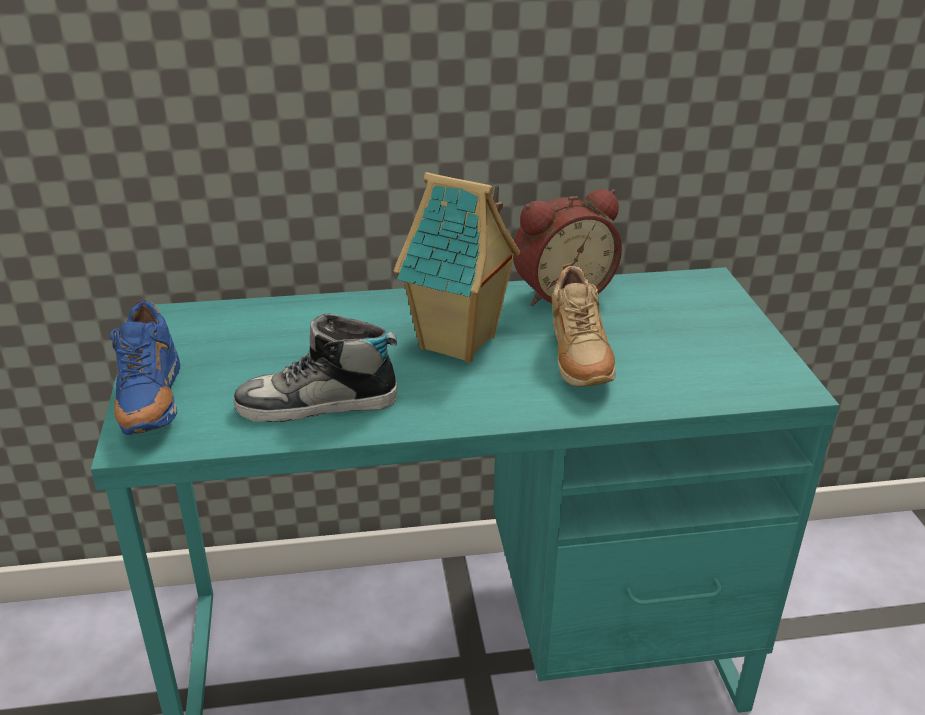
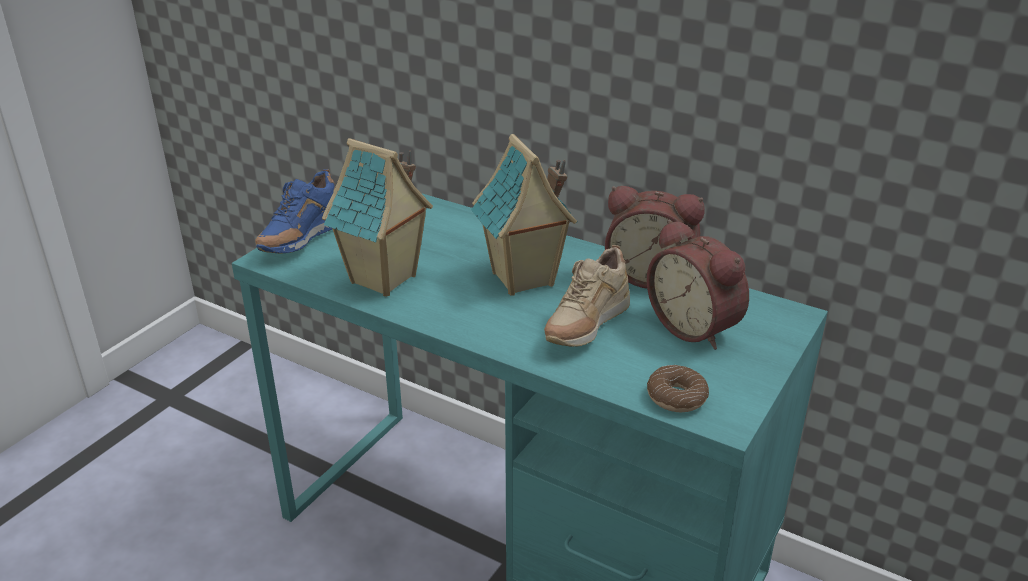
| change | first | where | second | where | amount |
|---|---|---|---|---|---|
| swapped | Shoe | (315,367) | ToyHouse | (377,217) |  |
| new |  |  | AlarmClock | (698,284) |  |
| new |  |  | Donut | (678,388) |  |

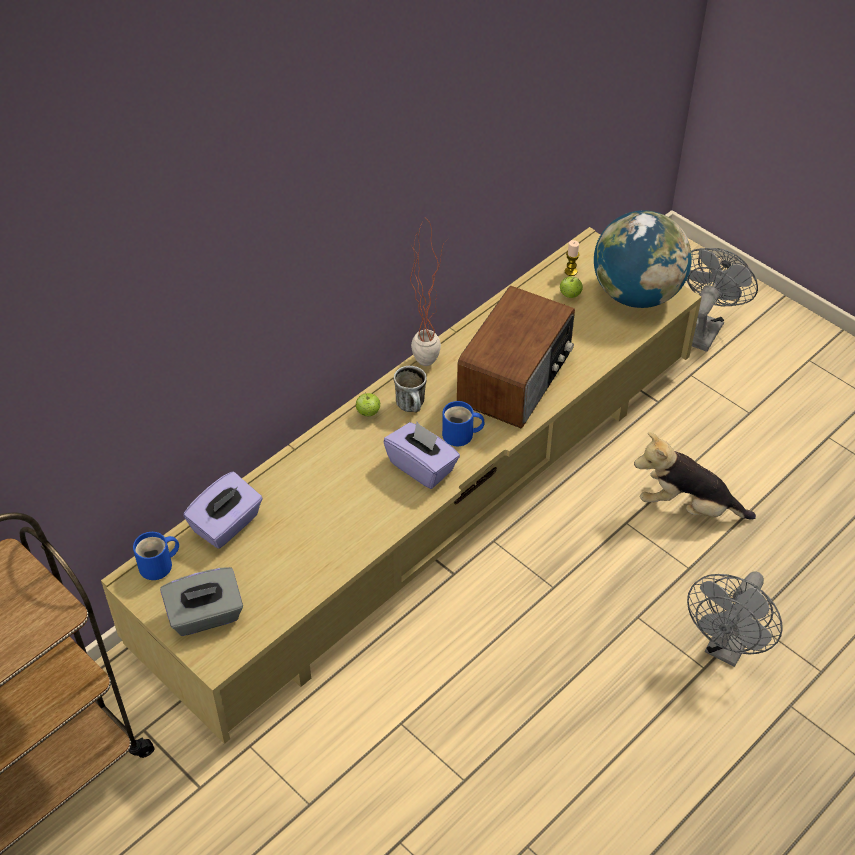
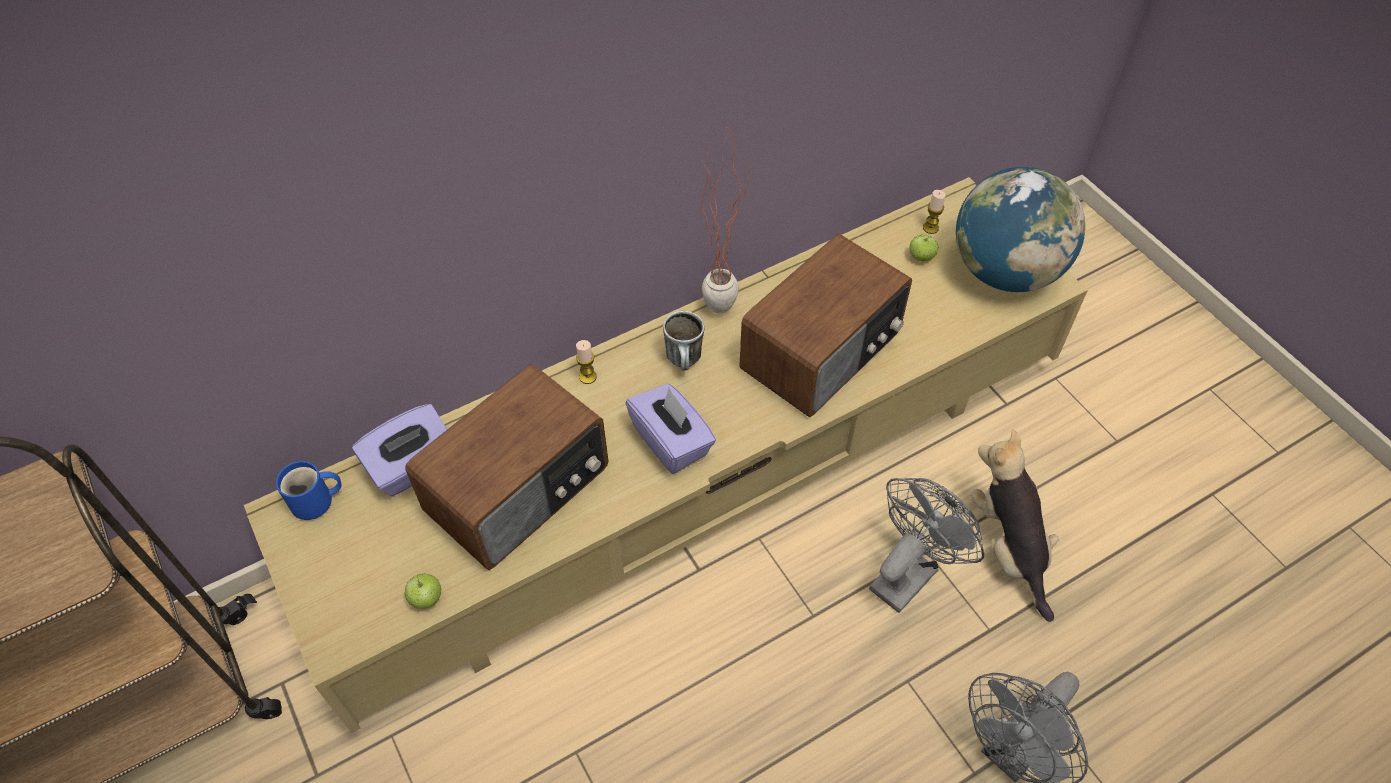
| change | first | where | second | where | amount |
|---|---|---|---|---|---|
| gone | GreyTissueBox | (201,601) |  |  |  |
| shifted | Apple | (367,404) |  | (423,591) |  |
| gone | BlueMug | (463,423) |  |  |  |
| rotated | PlushToy | (695,476) |  | (1014,525) | 45 degrees clockwise |
| shifted | GreyFan | (722,300) |  | (926,545) |  |
| new |  |  | Radio | (506,467) |  |
| new |  |  | Candle | (586,362) |  |

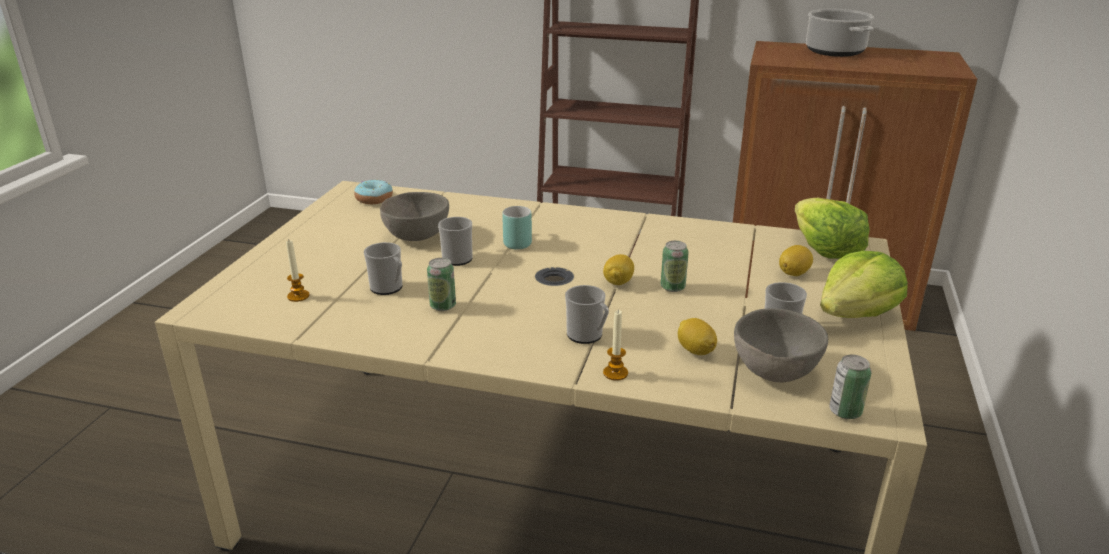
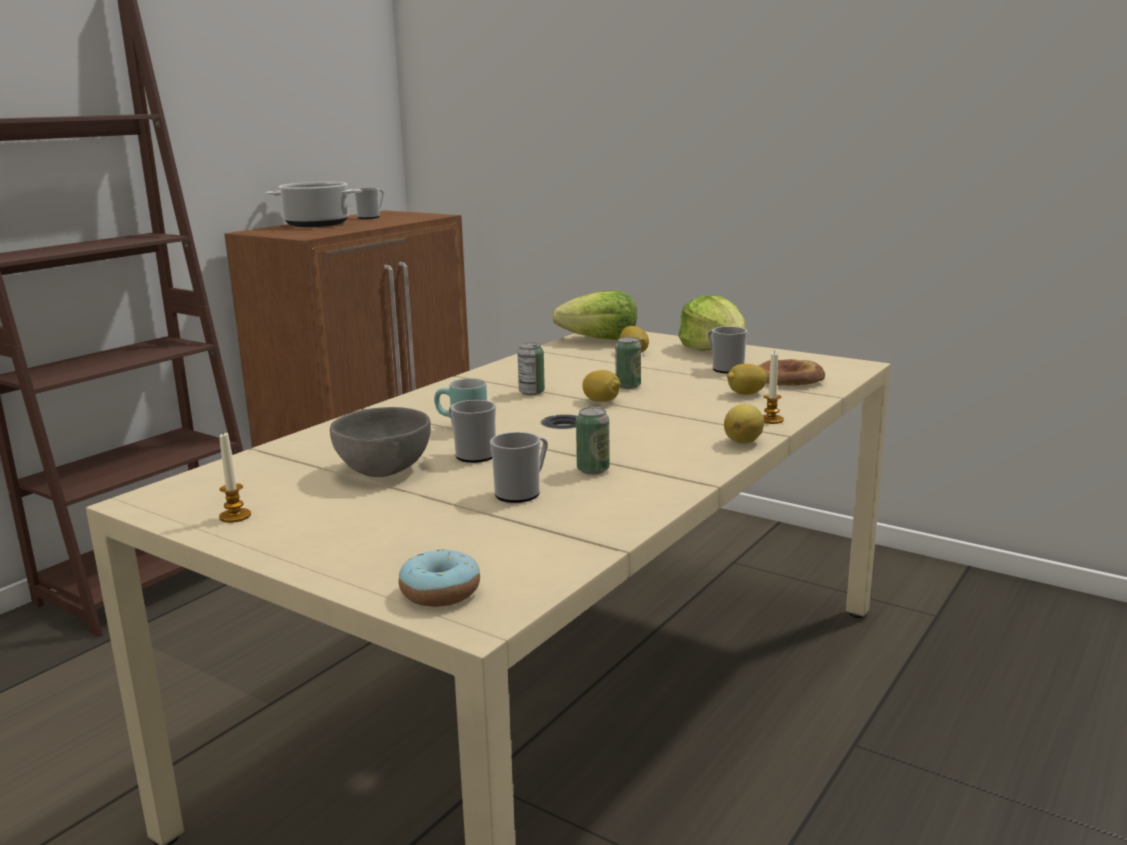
| change | first | where | second | where | amount |
|---|---|---|---|---|---|
| shifted | Candle | (297,271) |  | (235,477) |  |
| shifted | Donut | (373,191) |  | (439,578) |  |
| shifted | Mug | (587,314) |  | (369,203) |  |
| swapped | GreyBowl | (781,345) | Bread | (791,372) |  |
| shifted | Can | (850,387) |  | (531,369) |  |
| new |  |  | Lemon | (744,424) |  |

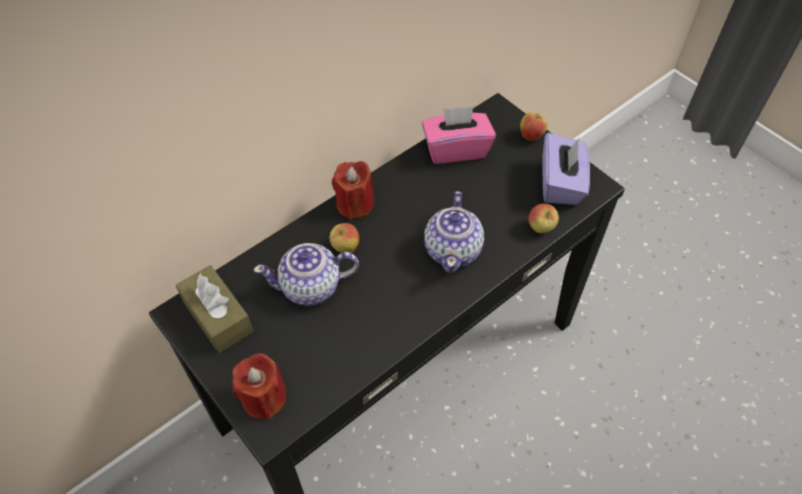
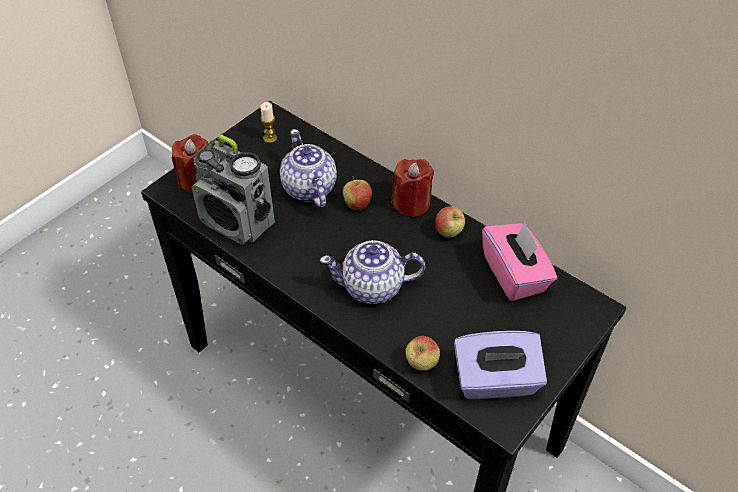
| change | first | where | second | where | amount |
|---|---|---|---|---|---|
| swapped | BrownTissueBox | (214,309) | Candle | (268,122) |  |
| shifted | Apple | (534,125) |  | (450,222) |  |
| new |  |  | Radio | (233,190) |  |

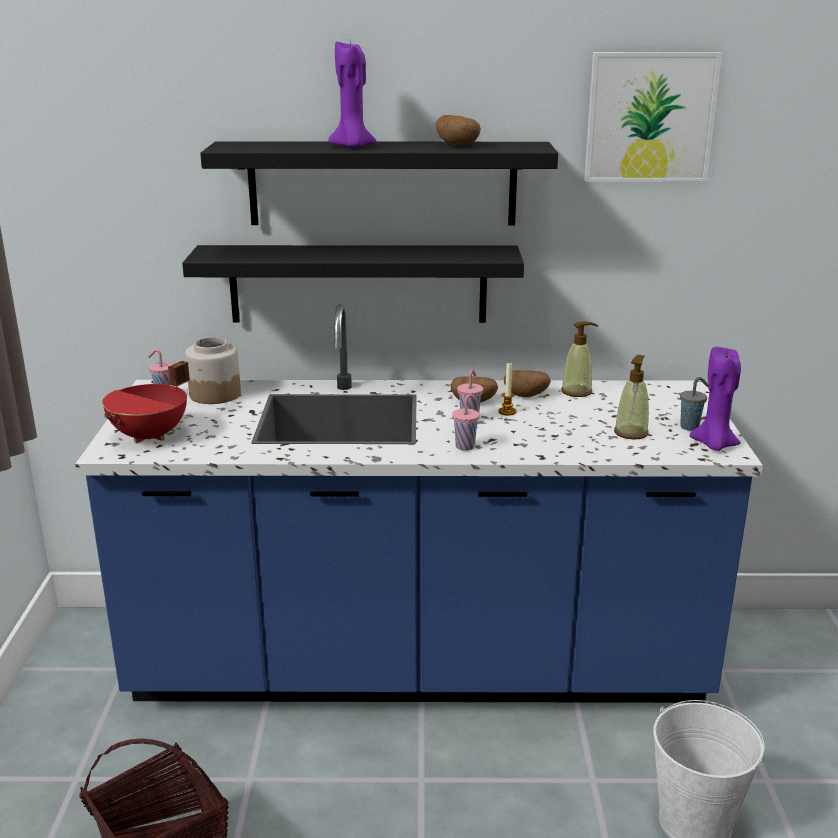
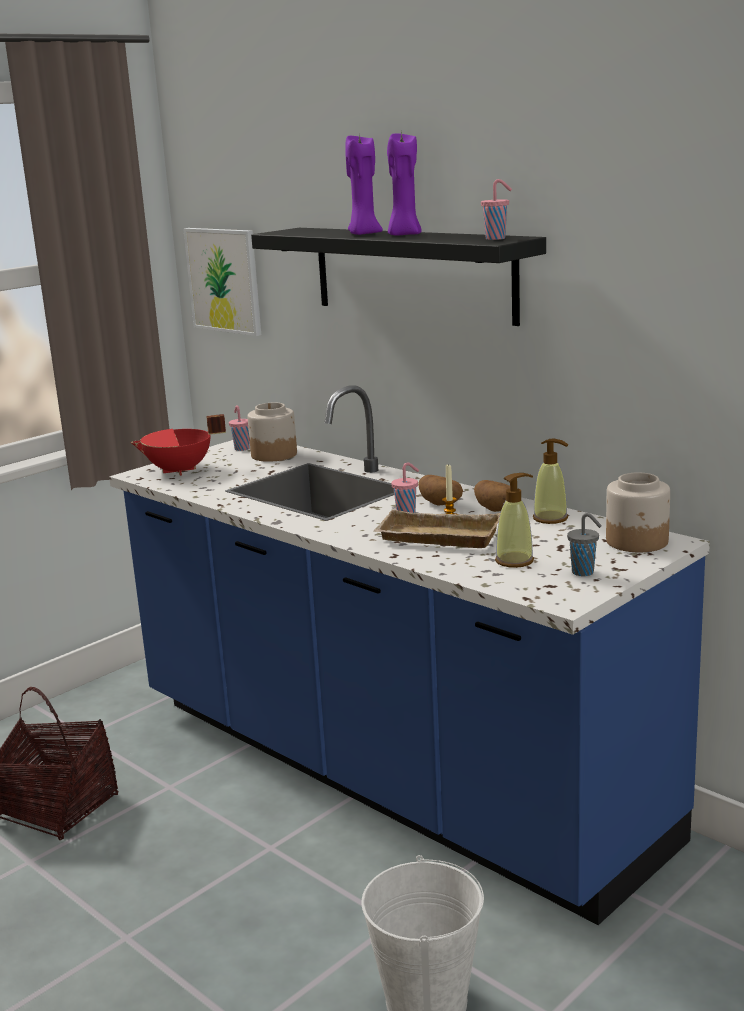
| change | first | where | second | where | amount |
|---|---|---|---|---|---|
| gone | BlackShelf | (353,284) |  |  |  |
| gone | Potato | (458,130) |  |  |  |
| shifted | PinkCup | (466,422) |  | (496,209) |  |
| shifted | Picture | (653,117) |  | (222,282) |  |
| shifted | PurpleCandle | (715,399) |  | (404,183) |  |
| new |  |  | BeigeTray | (436,528) |  |
| new |  |  | Jar | (638,512) |  |

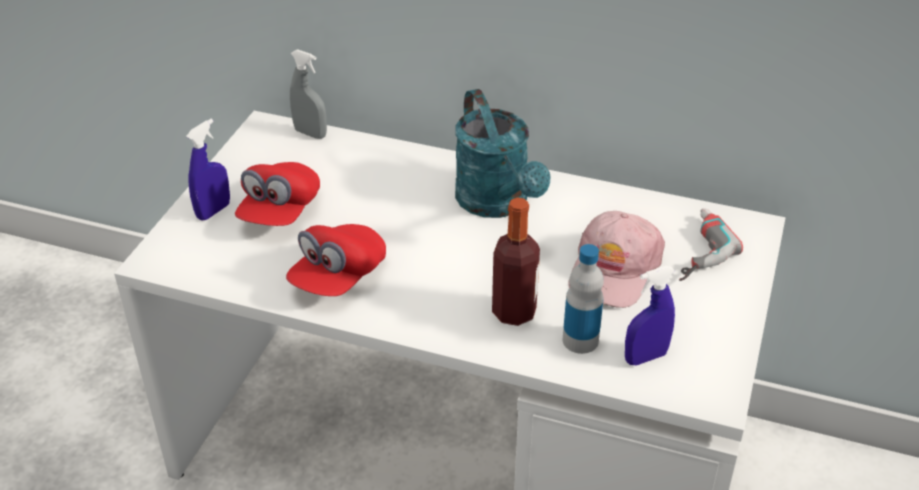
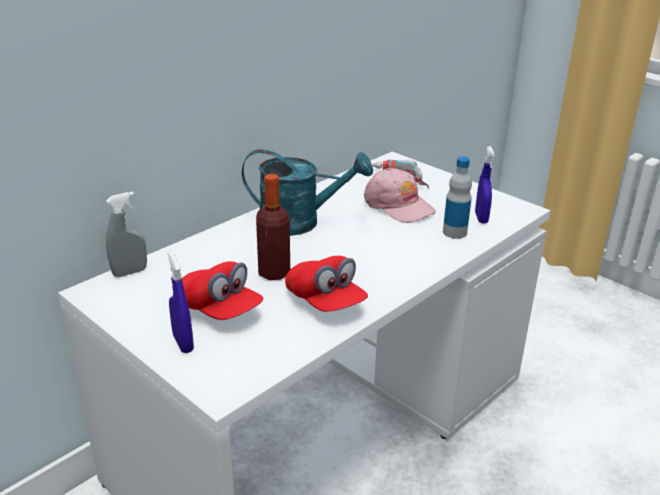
| change | first | where | second | where | amount |
|---|---|---|---|---|---|
| shifted | Bottle | (516,262) |  | (273,227) |  |

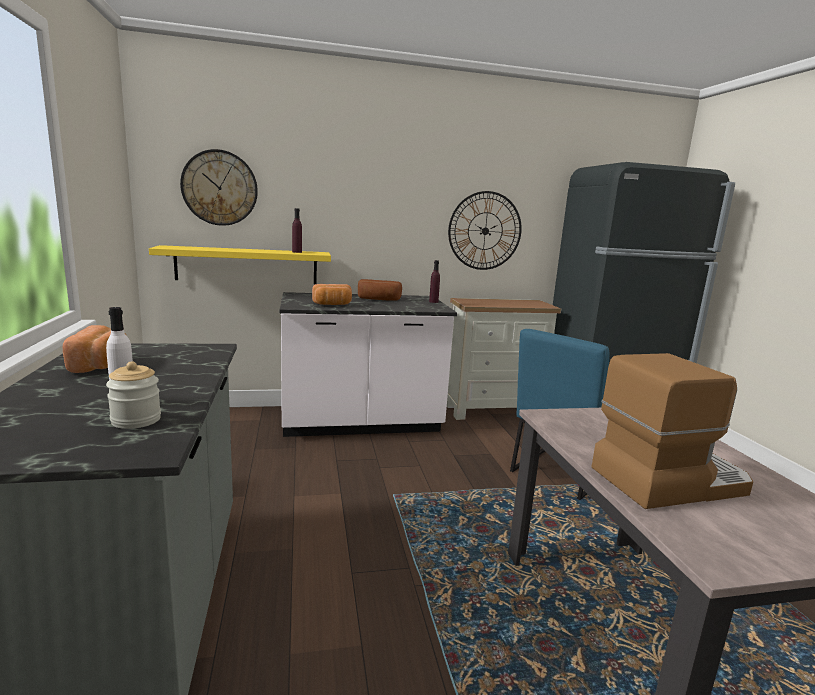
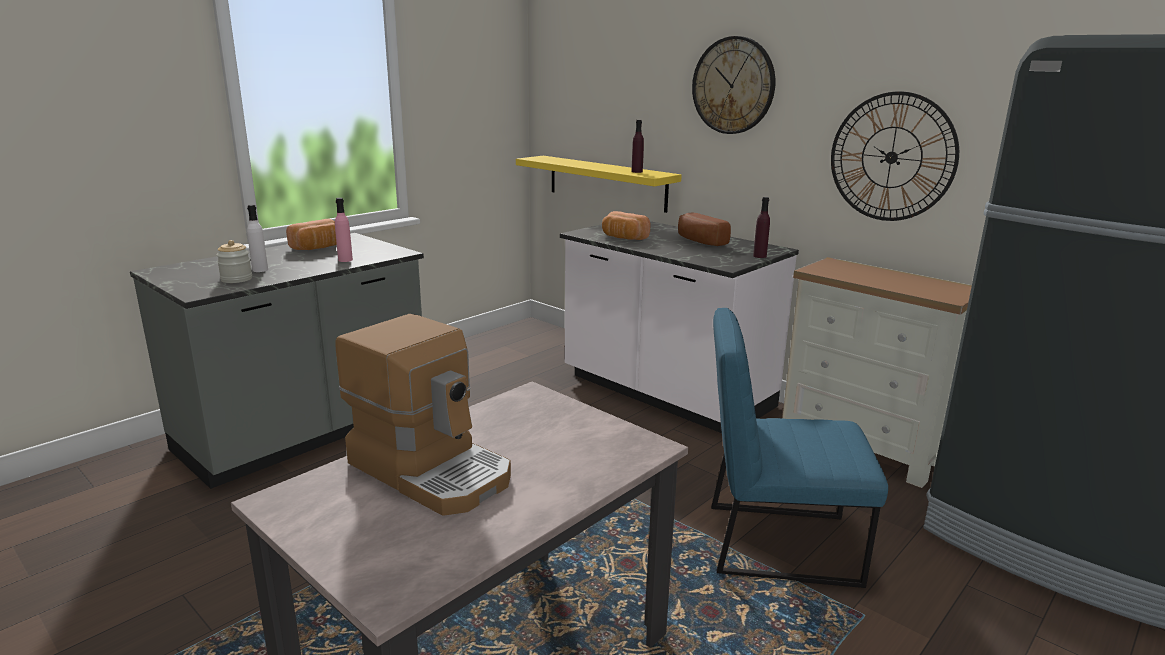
| change | first | where | second | where | amount |
|---|---|---|---|---|---|
| shifted | WallClock | (219,187) |  | (733,85) |  |
| new |  |  | PinkBottle | (344,230) |  |

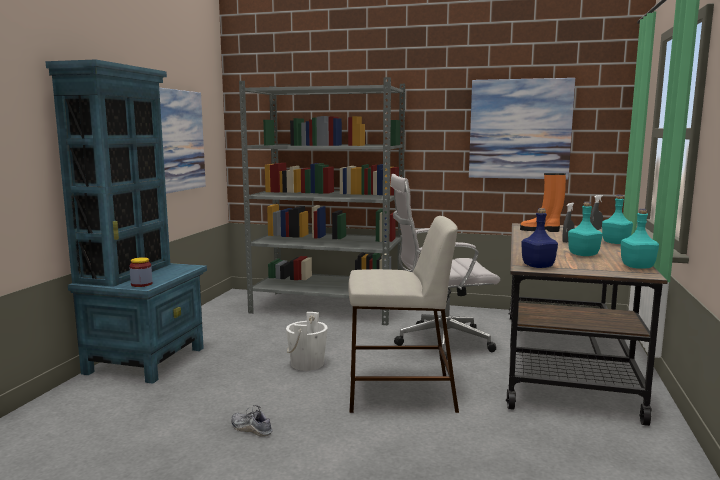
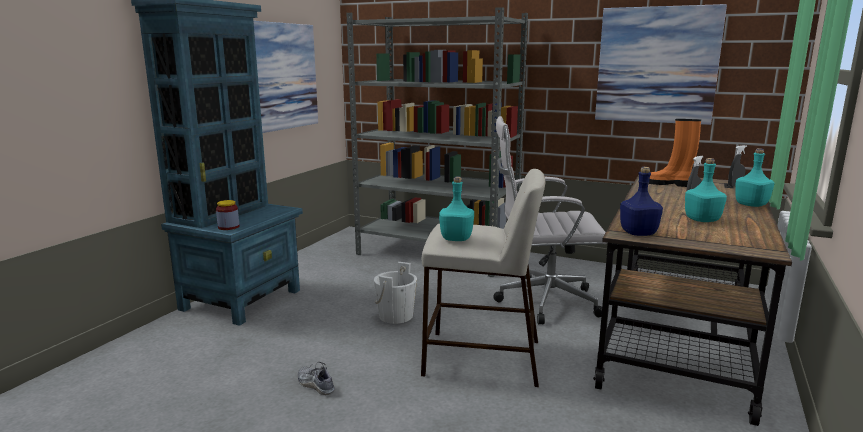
| change | first | where | second | where | amount |
|---|---|---|---|---|---|
| shifted | TurquoiseBottle | (640,239) |  | (456,209) |  |

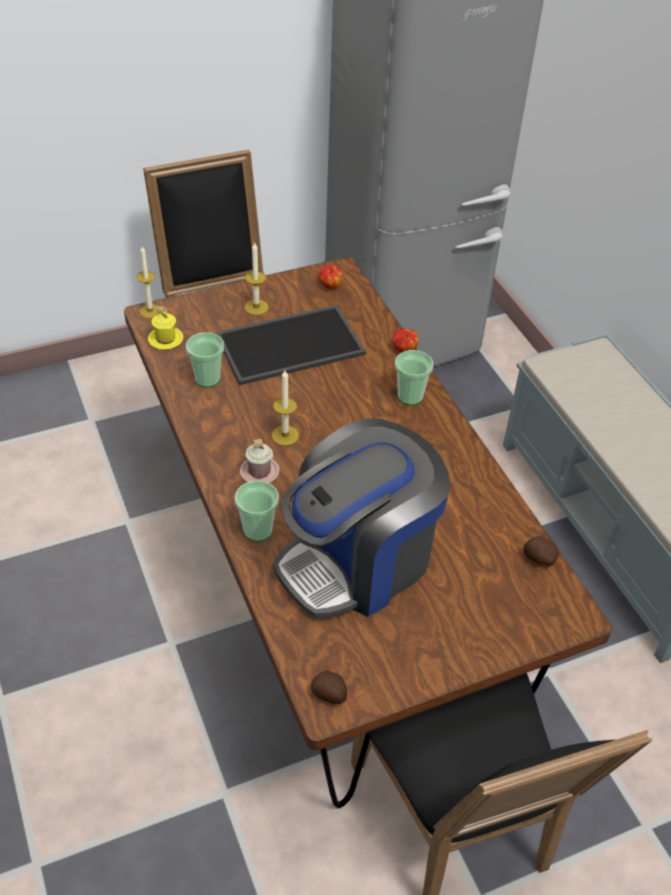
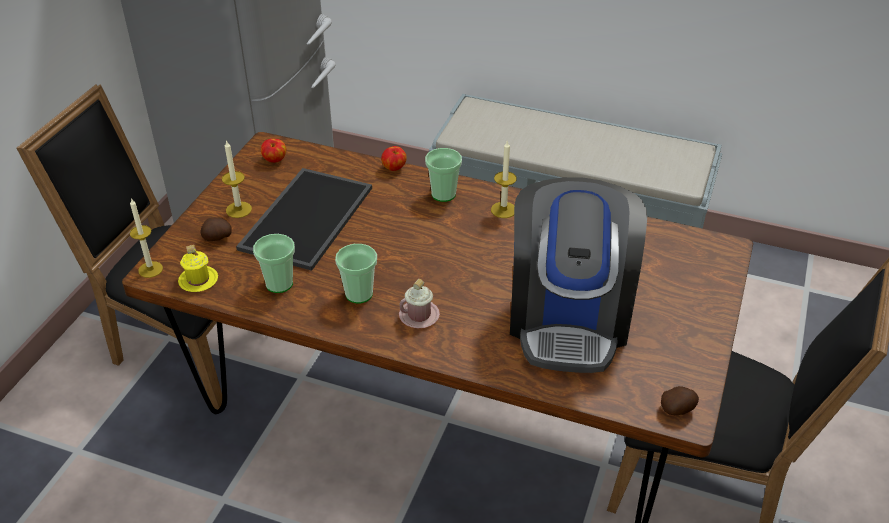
| change | first | where | second | where | amount |
|---|---|---|---|---|---|
| shifted | Cup | (257,511) |  | (356,273) |  |
| shifted | Candle | (285,408) |  | (504,179) |  |
| shifted | Potato | (541,551) |  | (216,229) |  |

